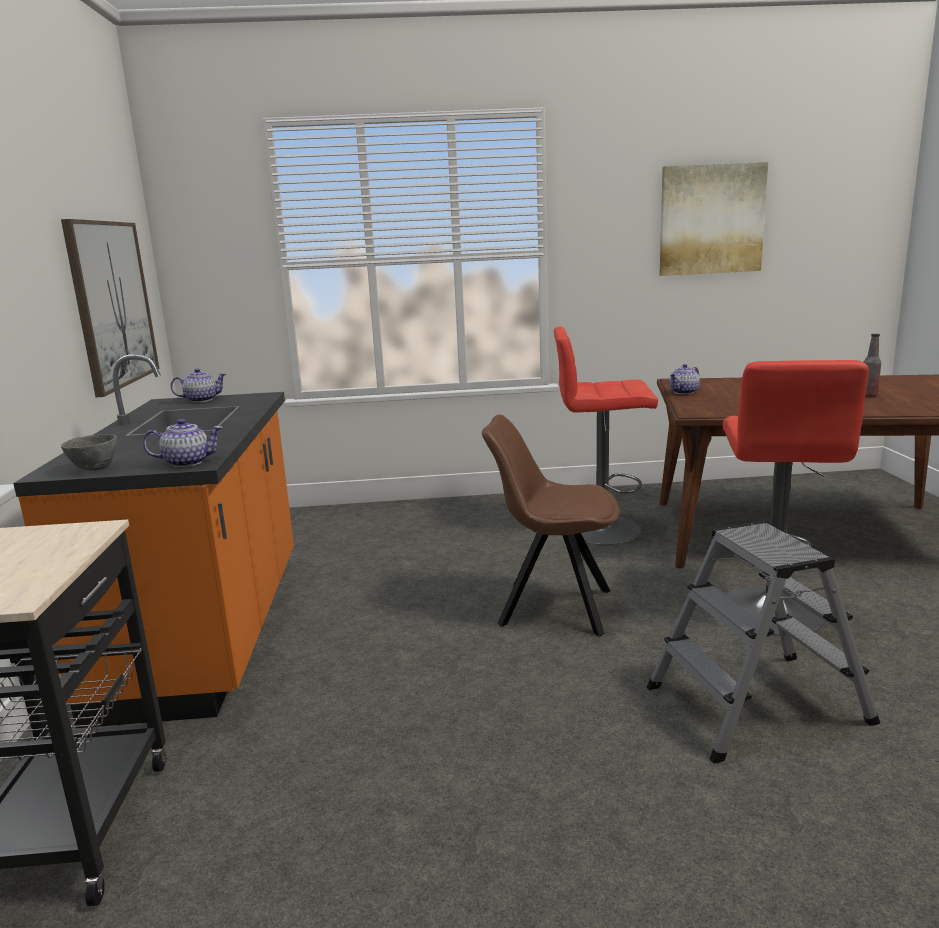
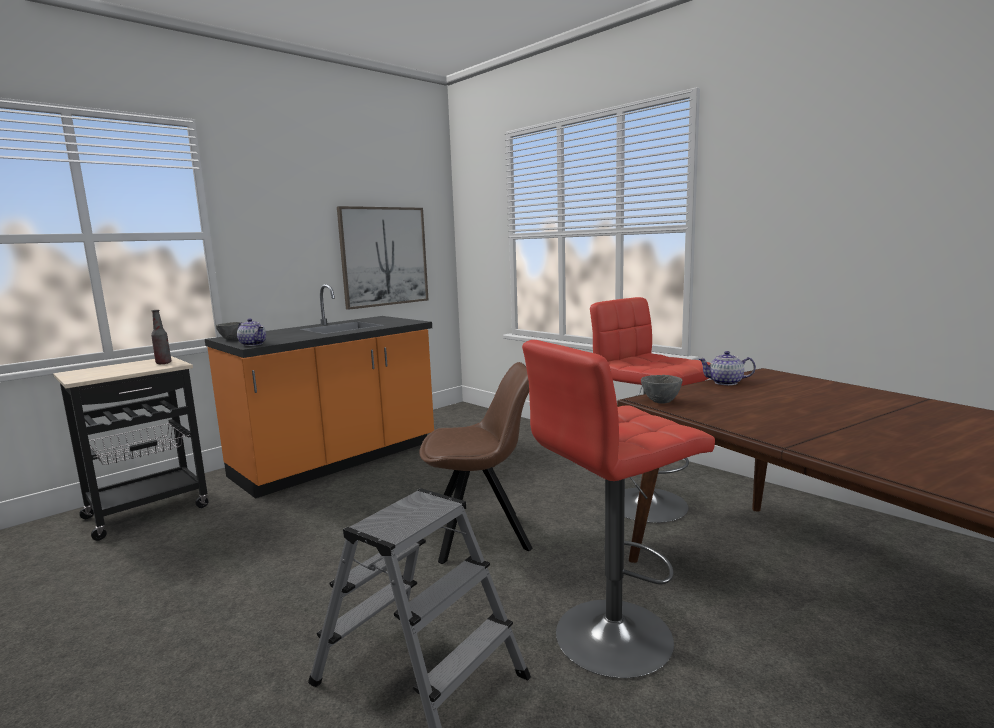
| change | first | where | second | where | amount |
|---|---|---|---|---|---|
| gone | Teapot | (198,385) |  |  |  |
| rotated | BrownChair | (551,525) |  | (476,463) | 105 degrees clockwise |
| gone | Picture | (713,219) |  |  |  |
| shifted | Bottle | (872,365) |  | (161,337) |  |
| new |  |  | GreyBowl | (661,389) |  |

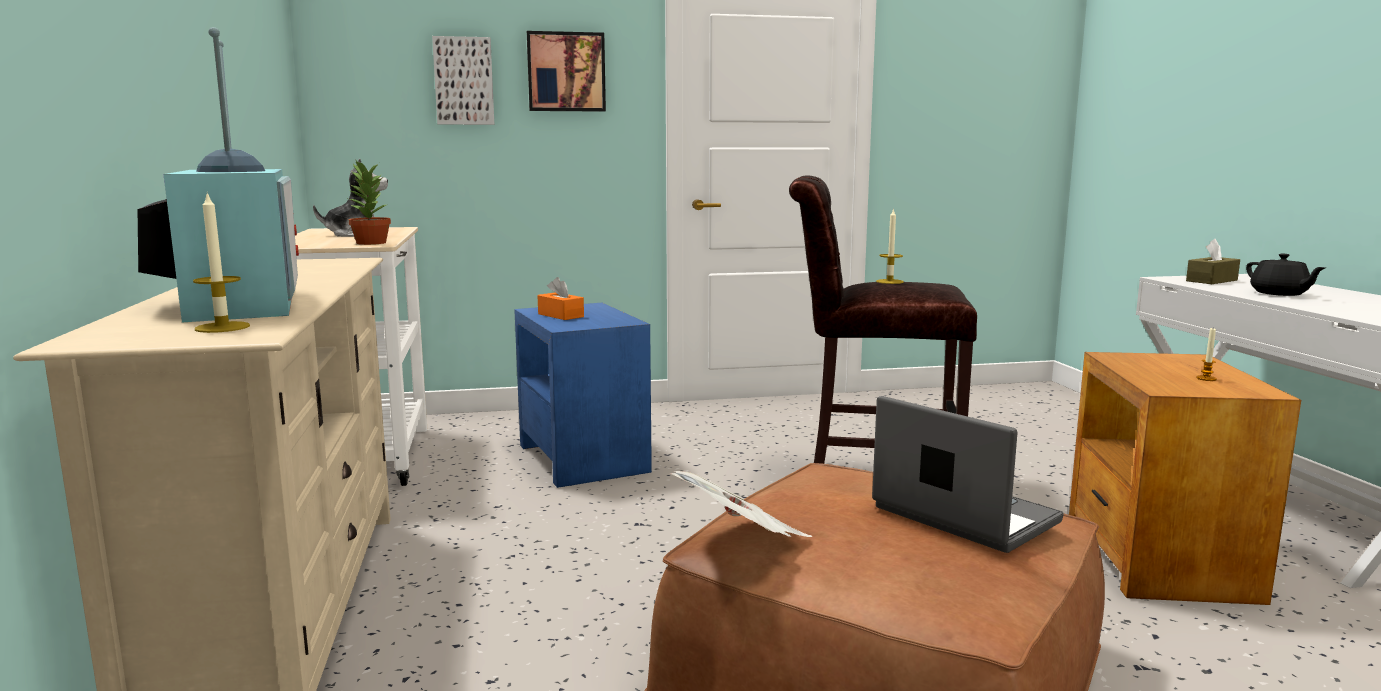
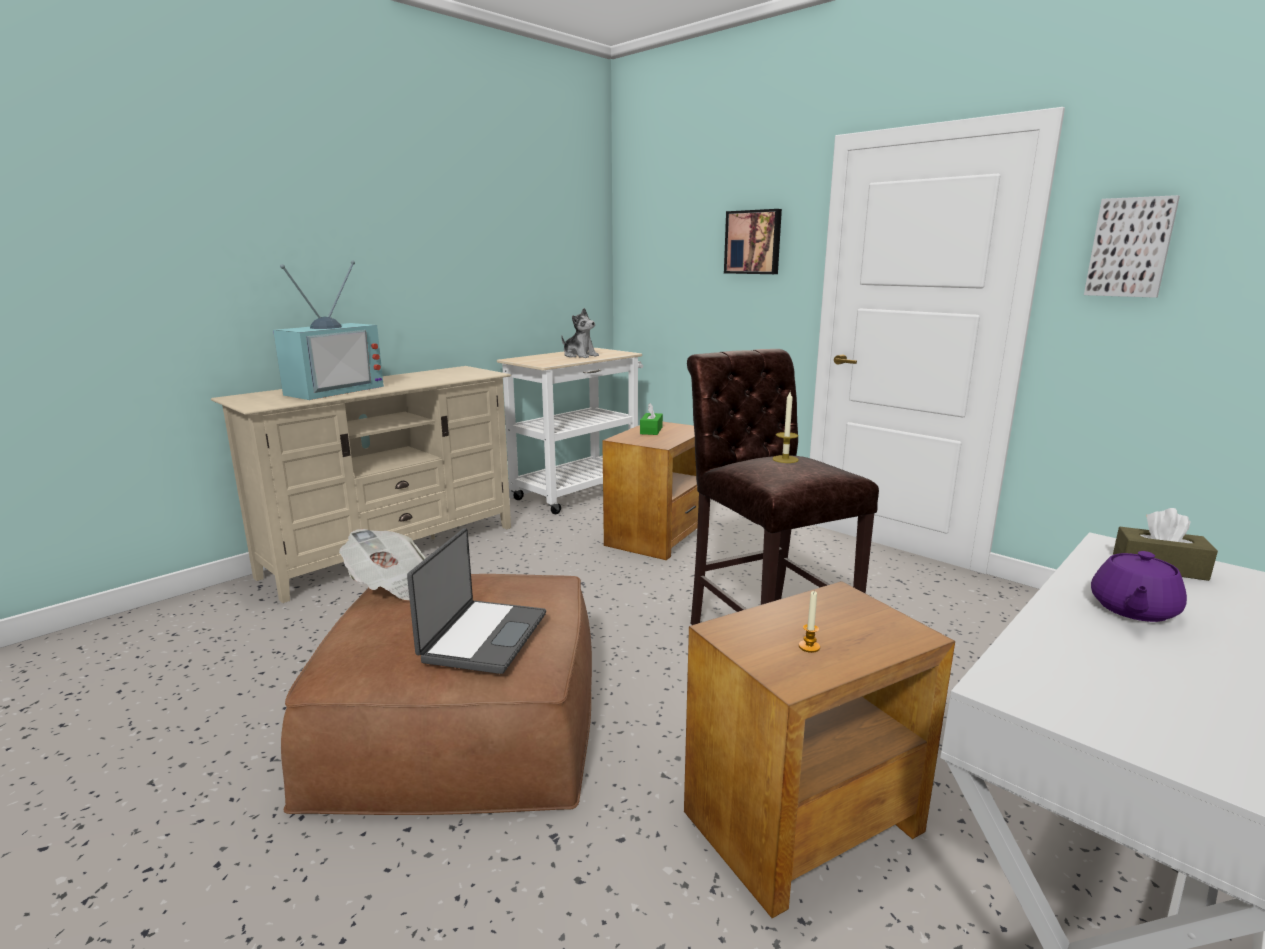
| change | first | where | second | where | amount |
|---|---|---|---|---|---|
| gone | Candle | (221,263) |  |  |  |
| gone | PottedPlant | (369,202) |  |  |  |
| shifted | Picture | (463,80) |  | (1132,246) |  |
| repainted | BlueSideTable | (583,395) | BrownSideTable | (650,491) |  |
| repainted | OrangeTissueBox | (560,298) | GreenTissueBox | (651,419) |  |
| repainted | BlackTeapot | (1286,275) | PurpleTeapot | (1139,586) |  |

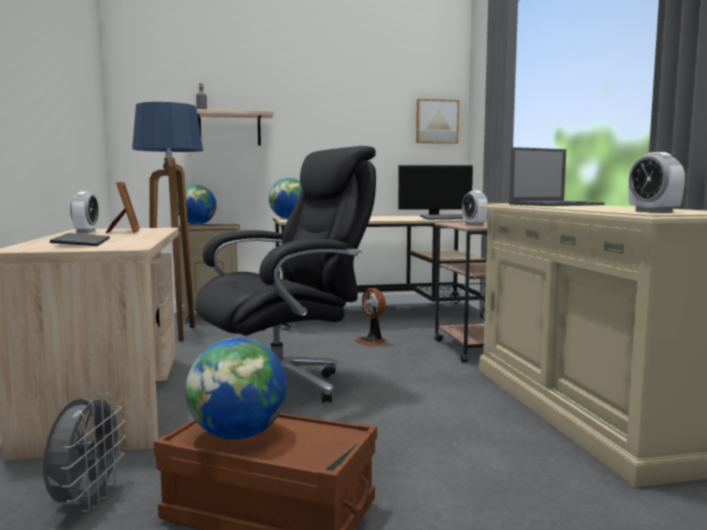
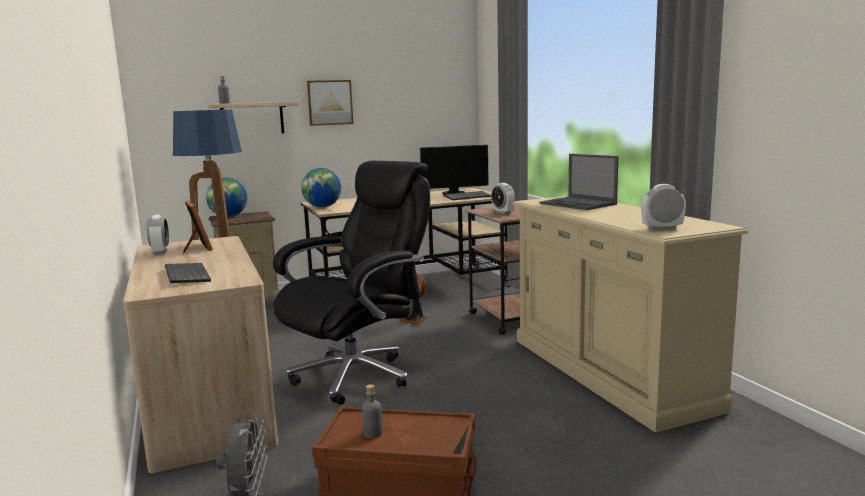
| change | first | where | second | where | amount |
|---|---|---|---|---|---|
| swapped | Globe | (236,388) | GreyBottle | (372,411) |  |
| shifted | Picture | (437,121) |  | (330,103) |  |
| rotated | Laptop | (556,176) |  | (578,182) | 90 degrees clockwise |
| rotated | AlarmClock | (656,182) |  | (663,207) | 120 degrees clockwise |

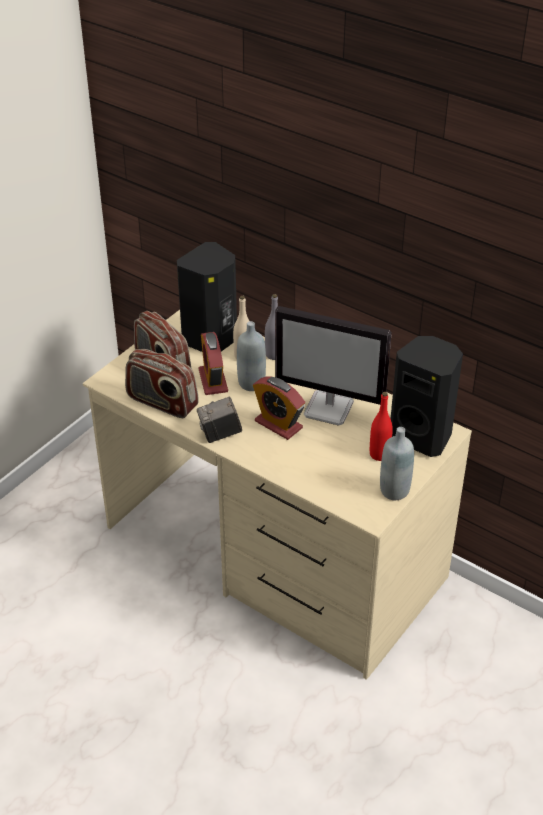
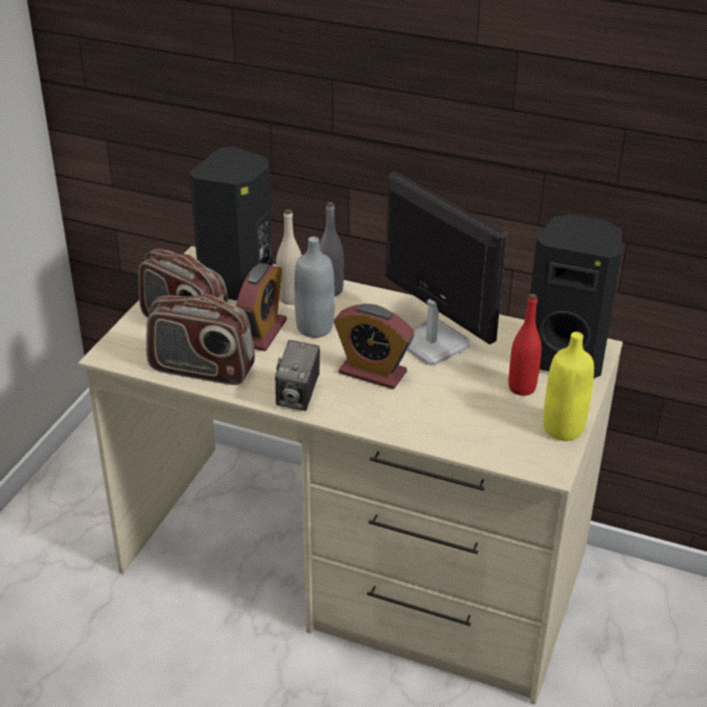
| change | first | where | second | where | amount |
|---|---|---|---|---|---|
| rotated | PhotoCamera | (219,420) |  | (297,375) | 45 degrees counterclockwise |
| rotated | AlarmClock | (213,363) |  | (261,307) | 135 degrees counterclockwise |
| rotated | Monitor | (333,366) |  | (446,268) | 135 degrees counterclockwise |
| repainted | GreyBottle | (397,463) | YellowBottle | (568,386) |  |

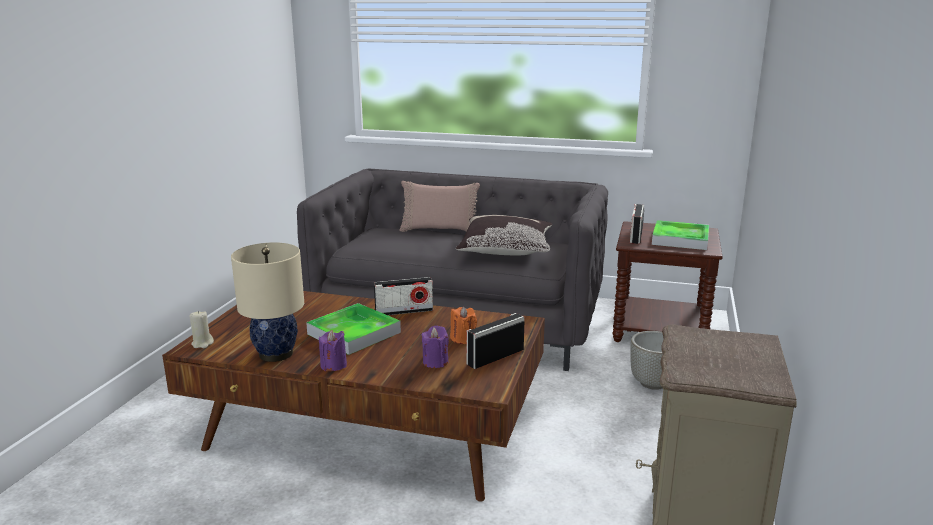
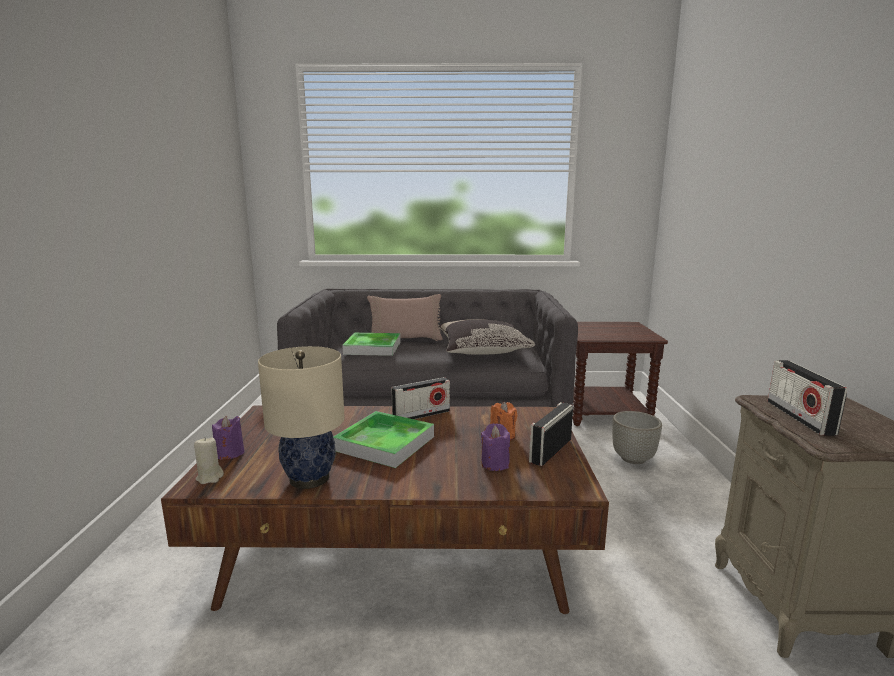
| change | first | where | second | where | amount |
|---|---|---|---|---|---|
| shifted | PurpleCandle | (333,350) |  | (228,438) |  |
| shifted | Radio | (637,224) |  | (807,398) |  |
| shifted | Tray | (680,235) |  | (371,344) |  |

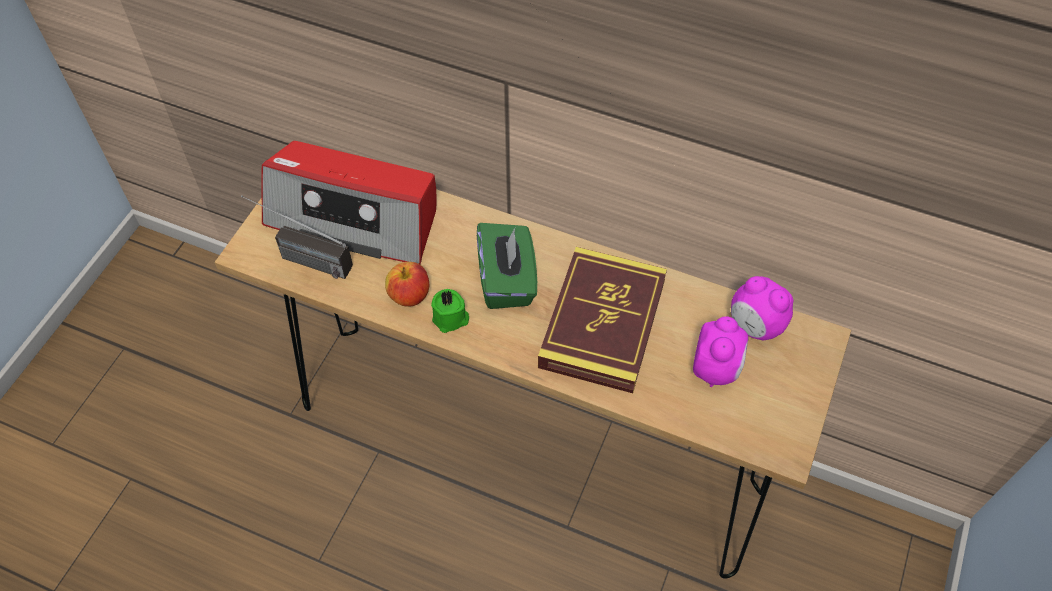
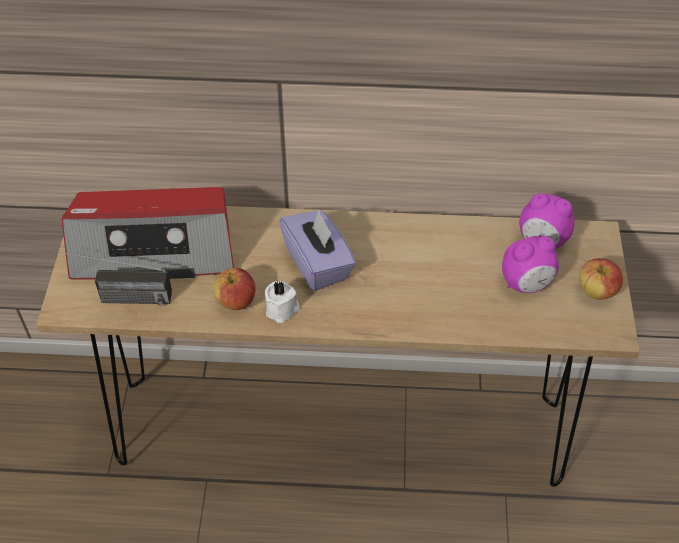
| change | first | where | second | where | amount |
|---|---|---|---|---|---|
| repainted | GreenCandle | (450,311) | WhiteCandle | (282,301) |  |
| repainted | GreenTissueBox | (507,266) | PurpleTissueBox | (317,250) |  |
| gone | Book | (602,320) |  |  |  |
| rotated | AlarmClock | (720,351) |  | (530,264) | 75 degrees clockwise |
| new |  |  | Apple | (601,279) |  |

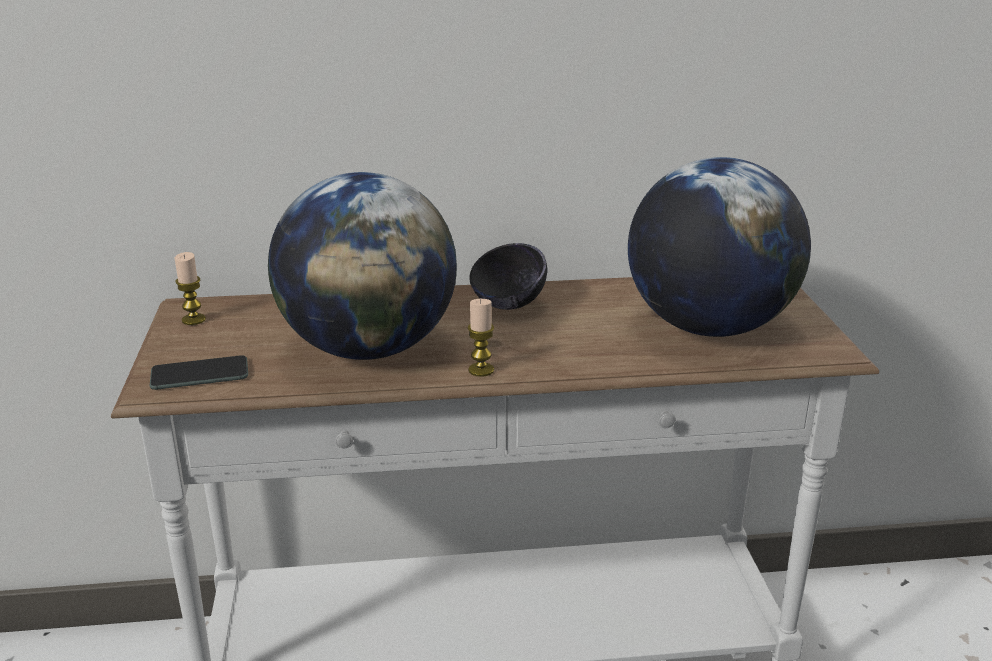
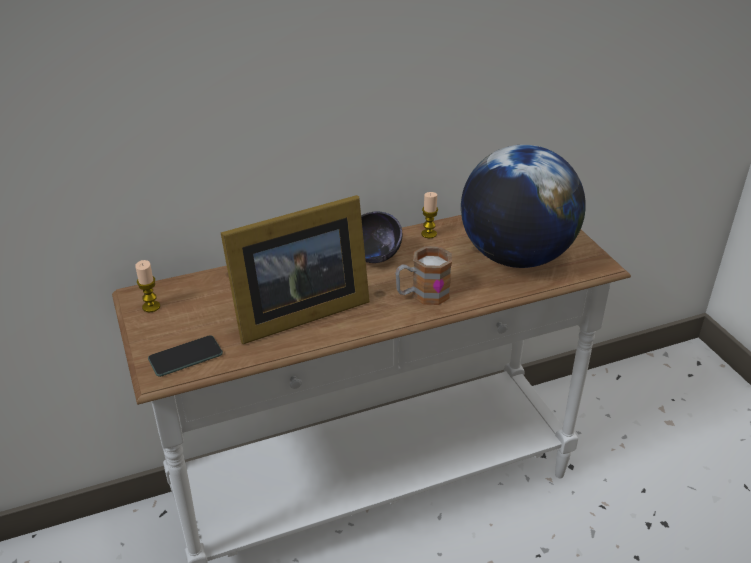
| change | first | where | second | where | amount |
|---|---|---|---|---|---|
| swapped | Globe | (362,266) | PictureFrame | (295,269) |  |
| shifted | Candle | (481,338) |  | (429,215) |  |
| new |  |  | Mug | (423,275) |  |

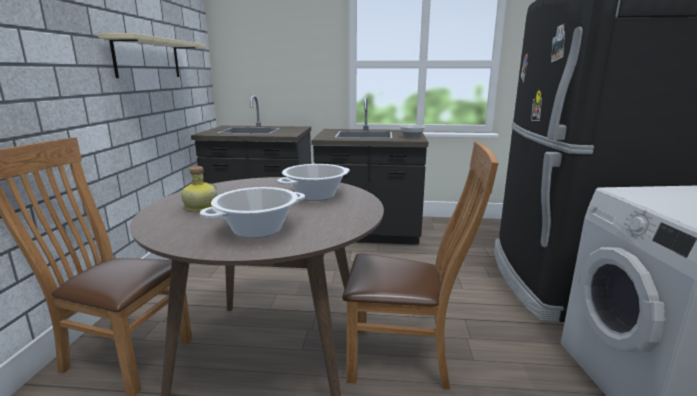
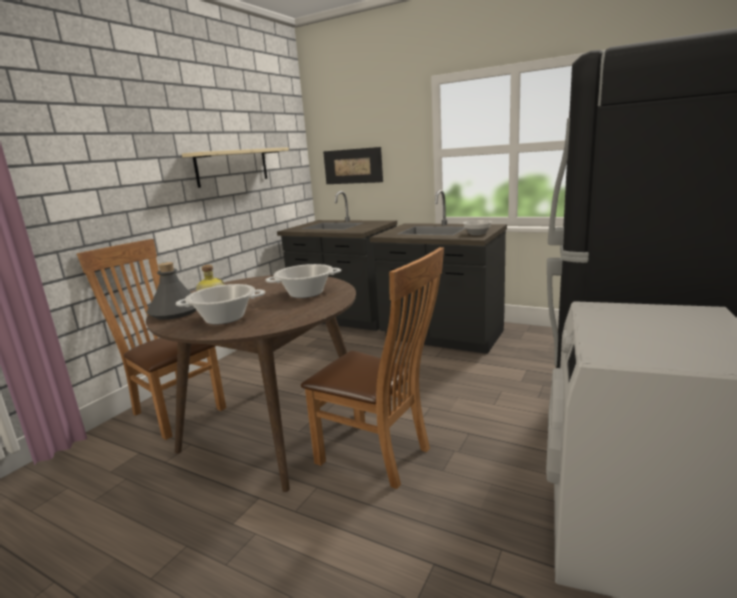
| change | first | where | second | where | amount |
|---|---|---|---|---|---|
| new |  |  | GreyBottle | (171,291) |  |
| new |  |  | Picture | (353,165) |  |

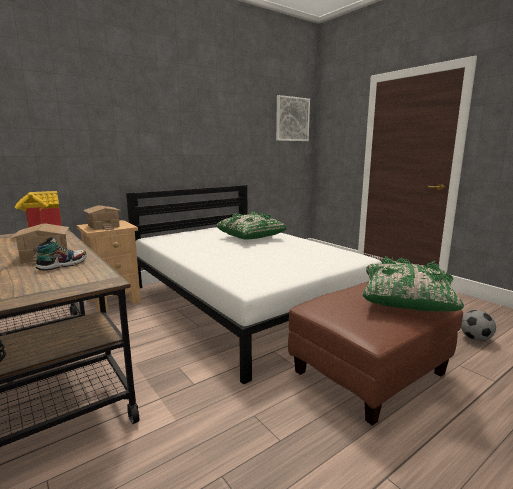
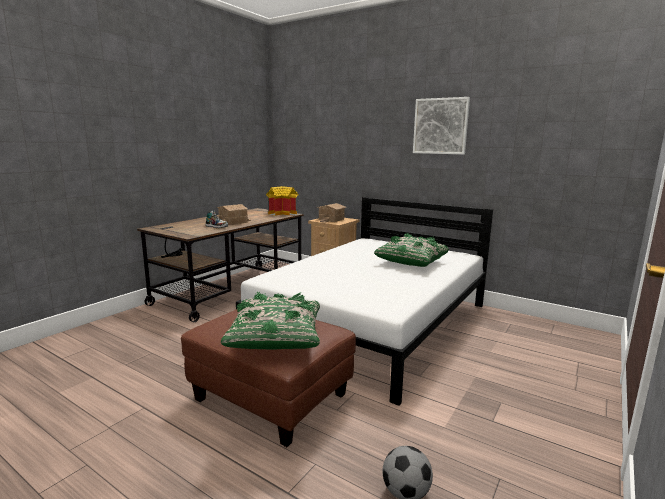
| change | first | where | second | where | amount |
|---|---|---|---|---|---|
| shifted | Picture | (293,118) |  | (441,126) |  |

